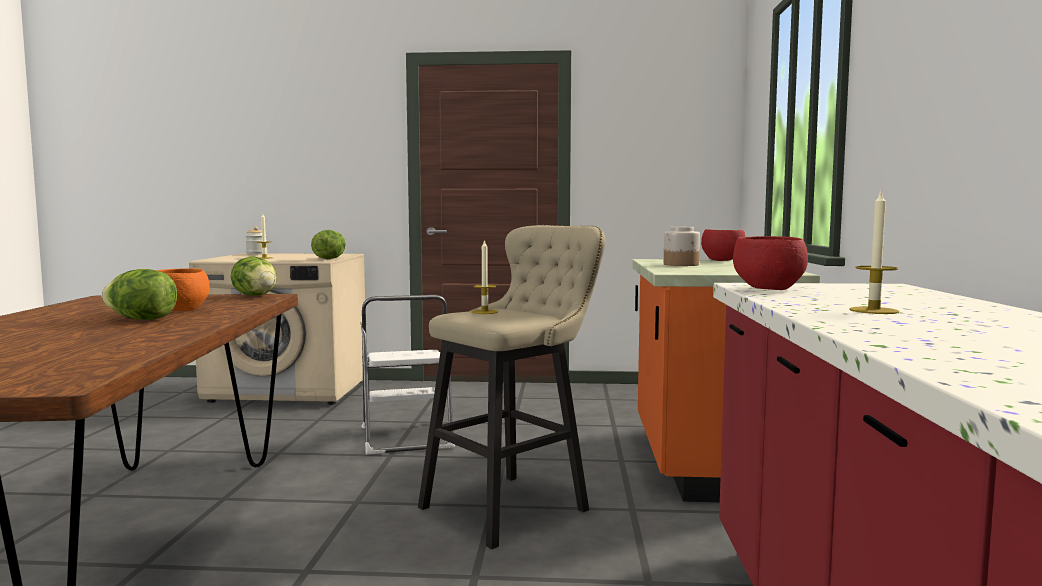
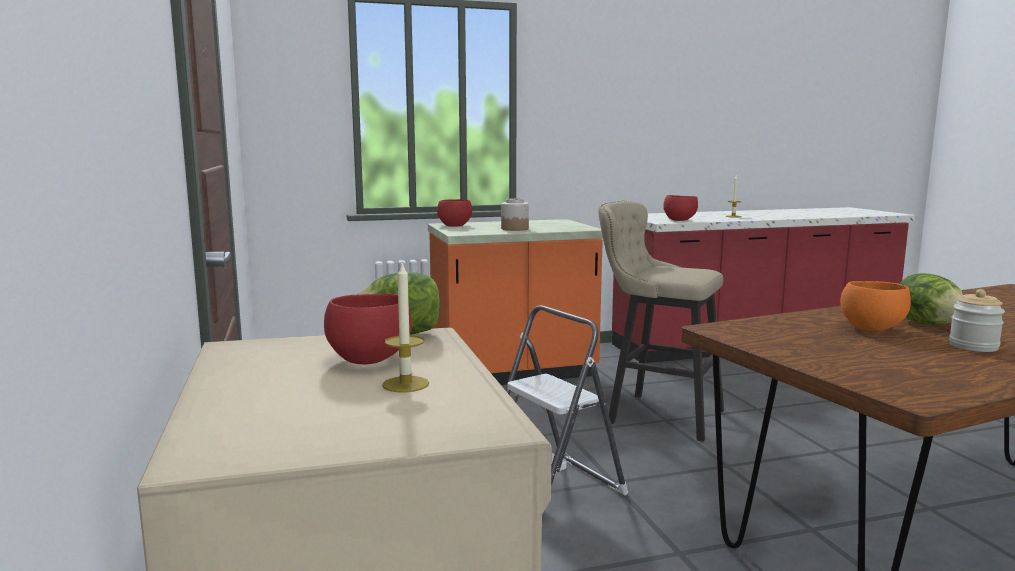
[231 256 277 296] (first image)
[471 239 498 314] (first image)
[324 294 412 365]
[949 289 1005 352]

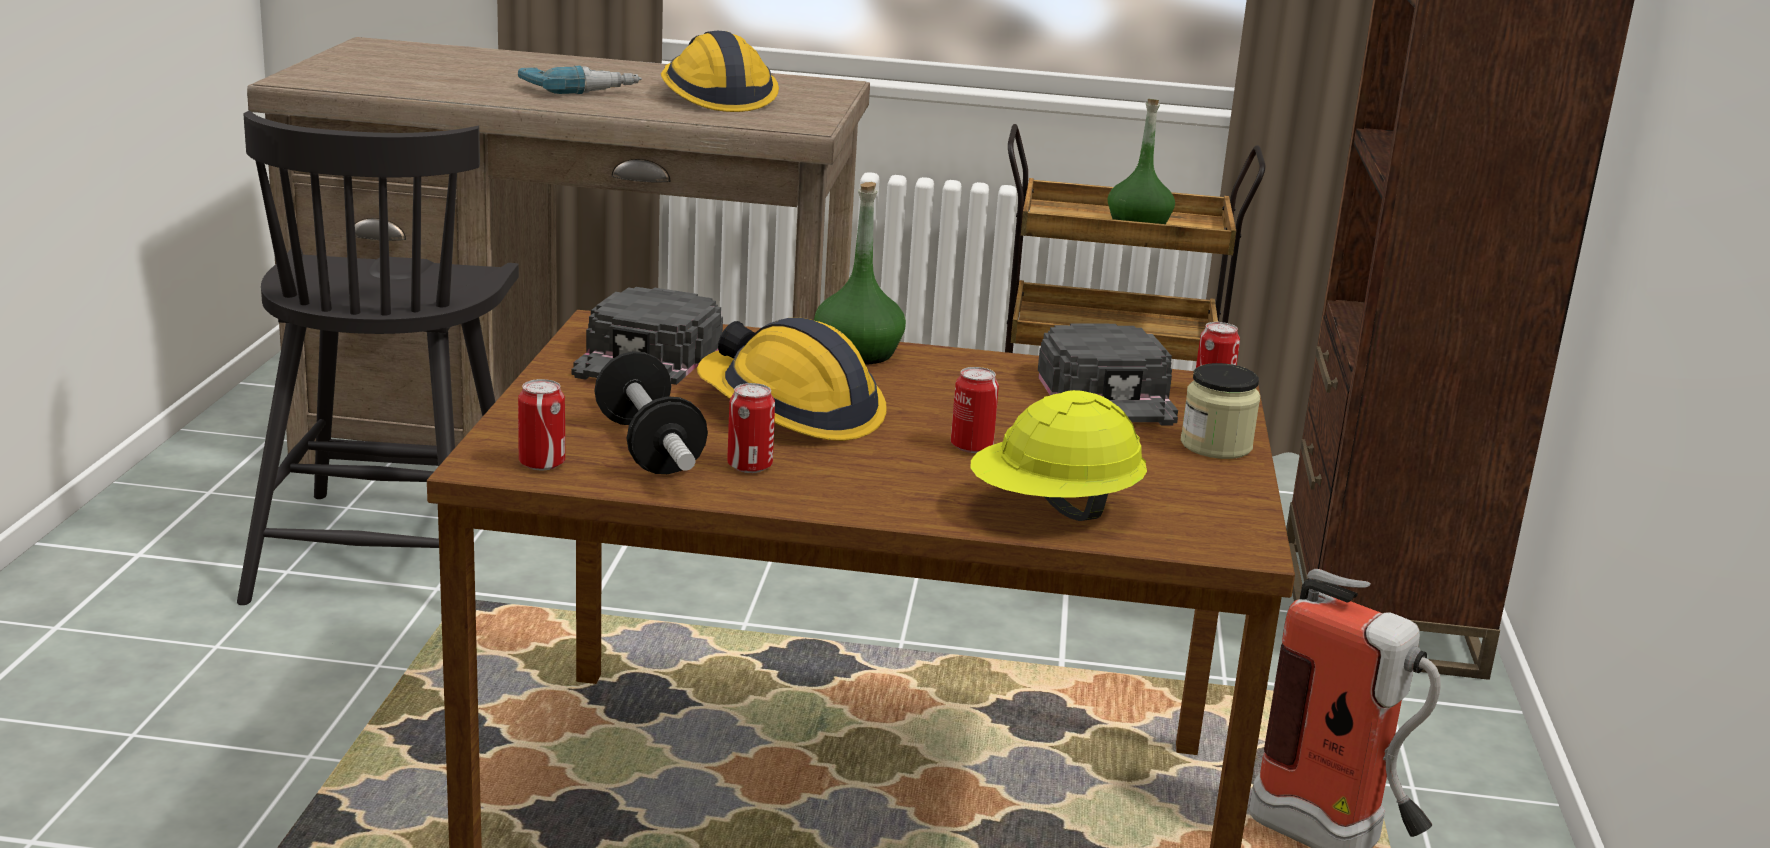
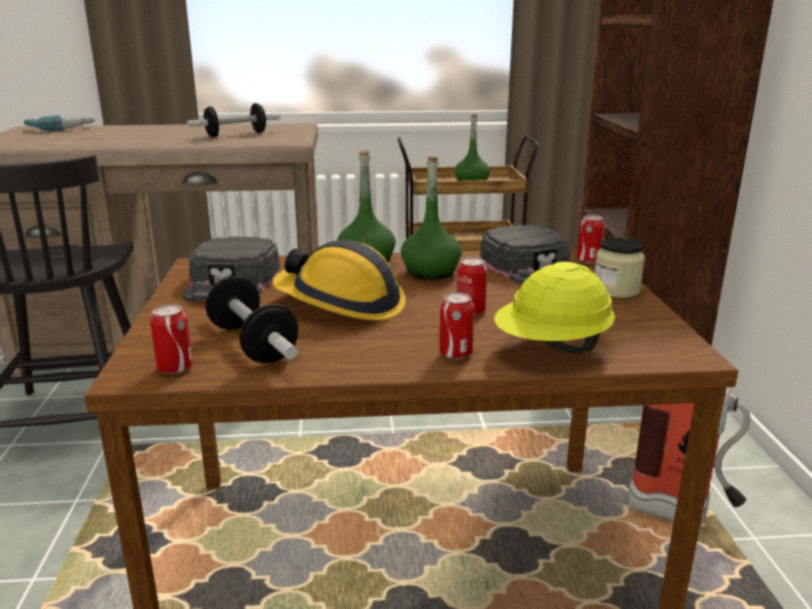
[401 156 462 280]
[24 115 96 131]
[439 293 474 359]
[187 103 281 137]

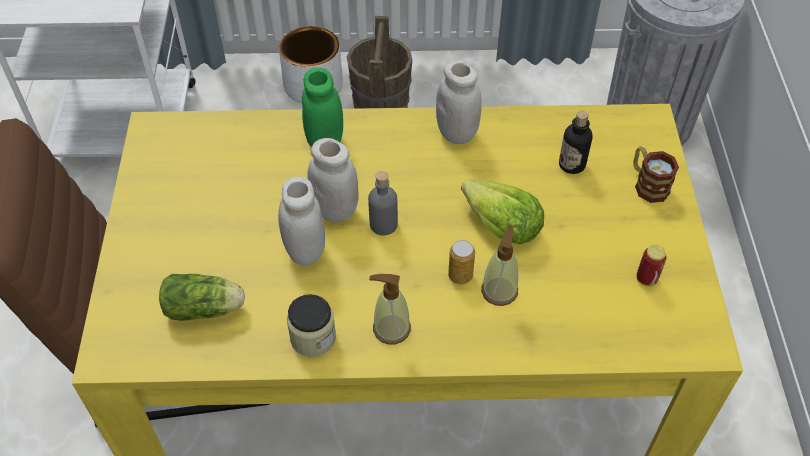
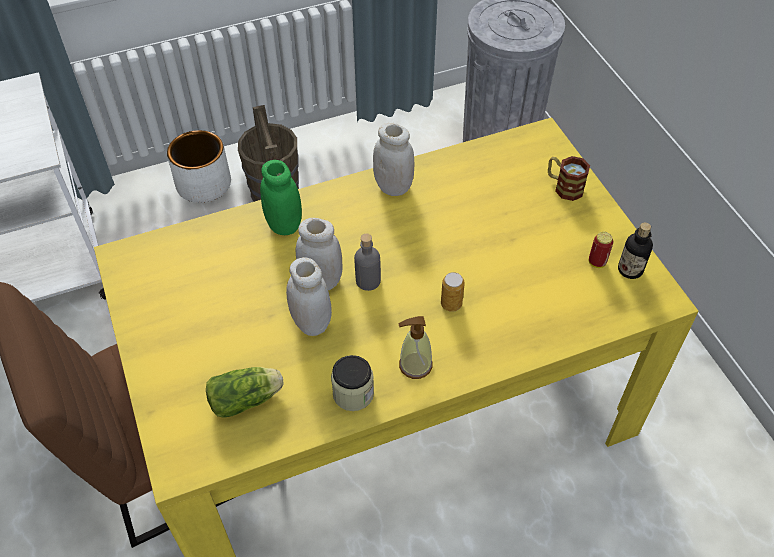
[461 179 544 244] (first image)
[481 225 518 306] (first image)
[618 223 653 279]

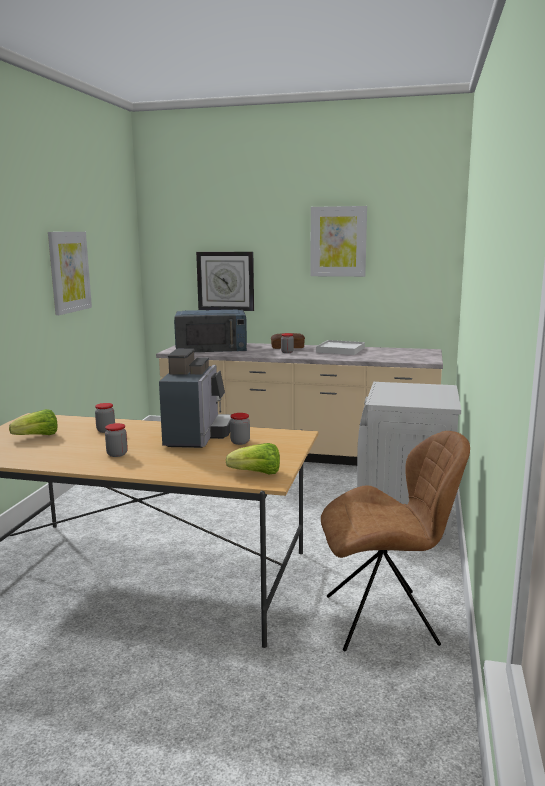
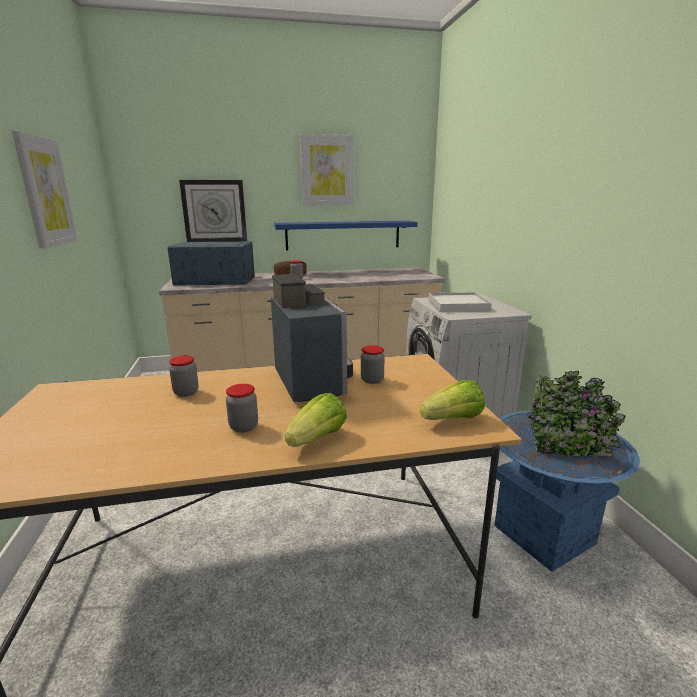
[274 221 418 250]
[285 393 347 447]
[429 292 492 312]
[494 371 640 572]
[167 242 255 285]

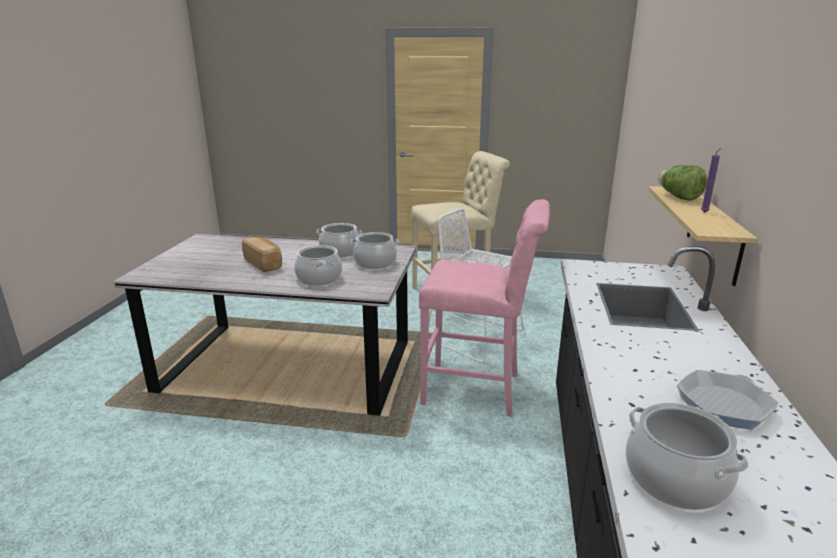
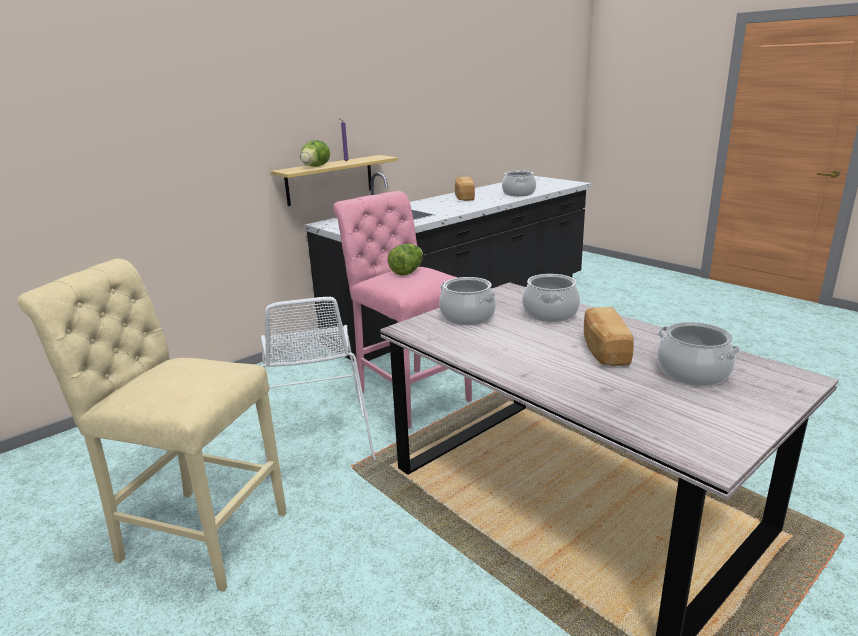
[388 244 423 276]
[657 322 741 386]
[455 177 475 201]

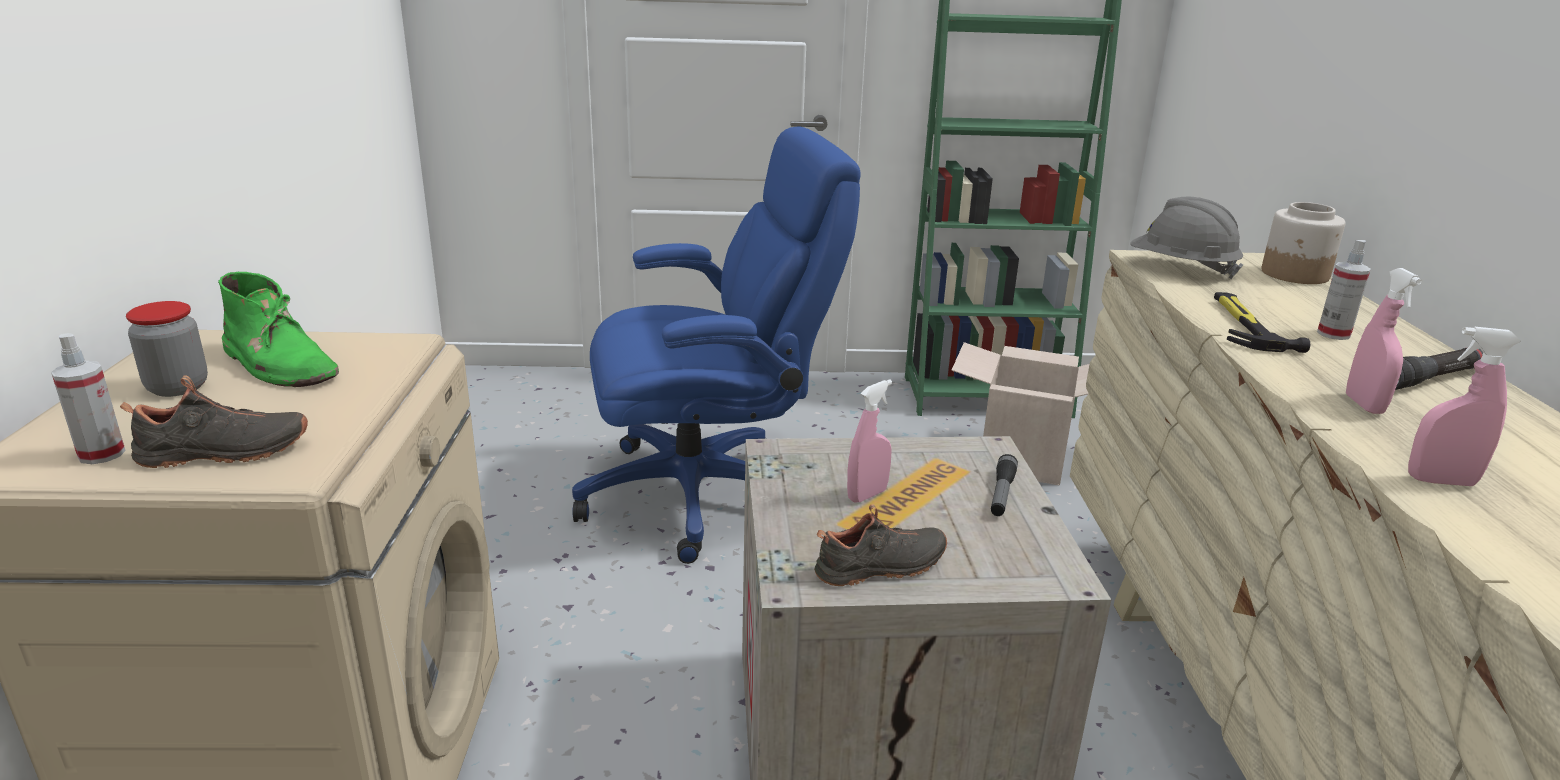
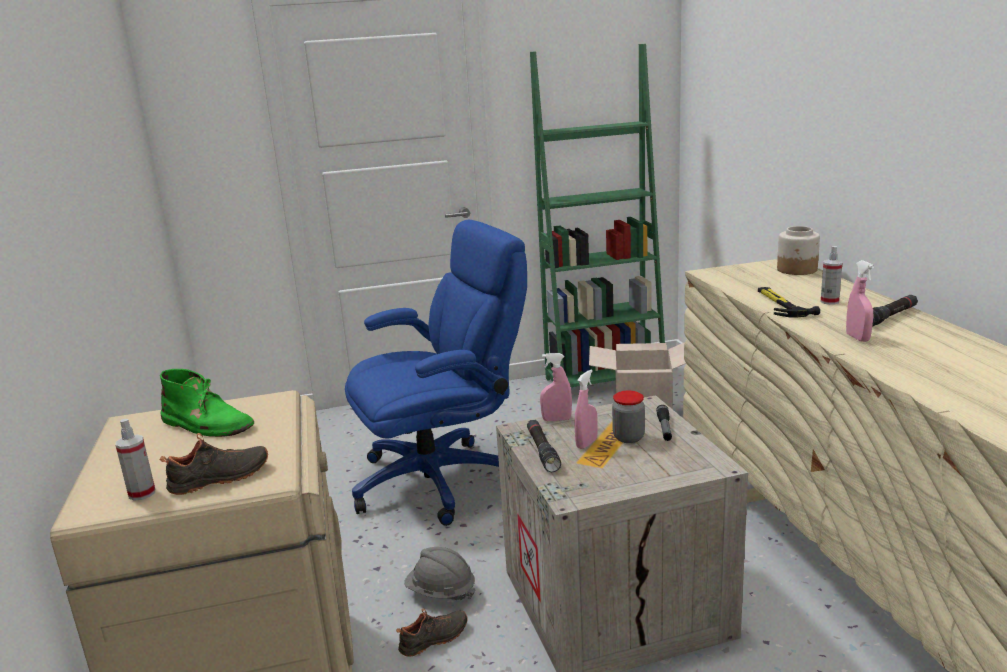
[527 420 561 472]
[612 391 645 443]
[396 608 468 656]
[404 547 476 600]
[540 353 572 421]

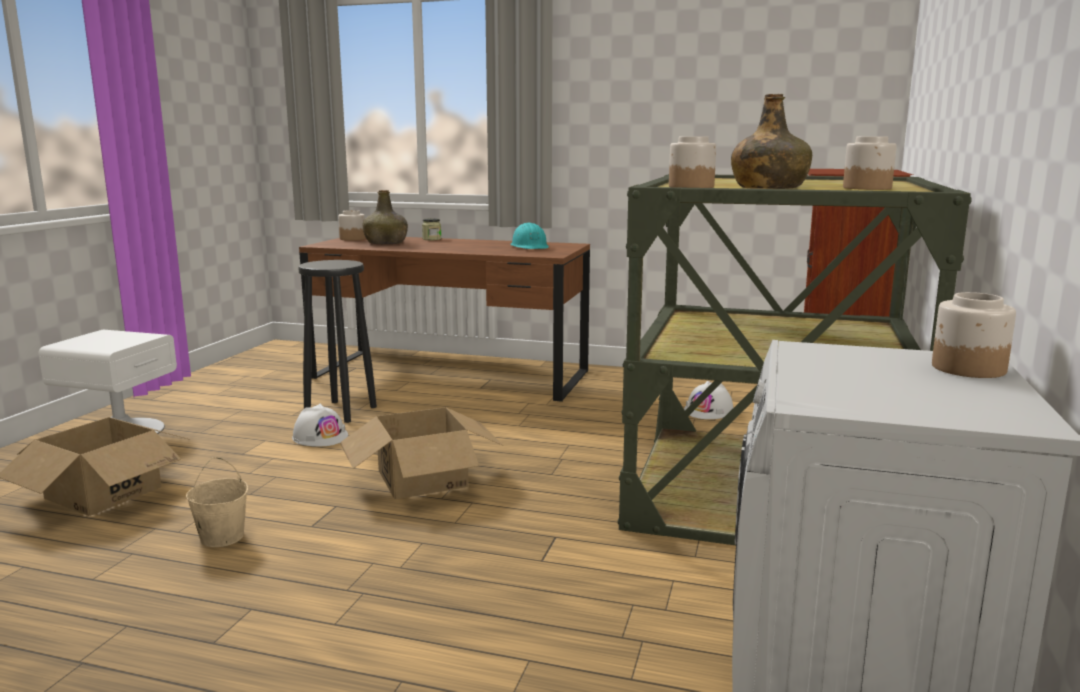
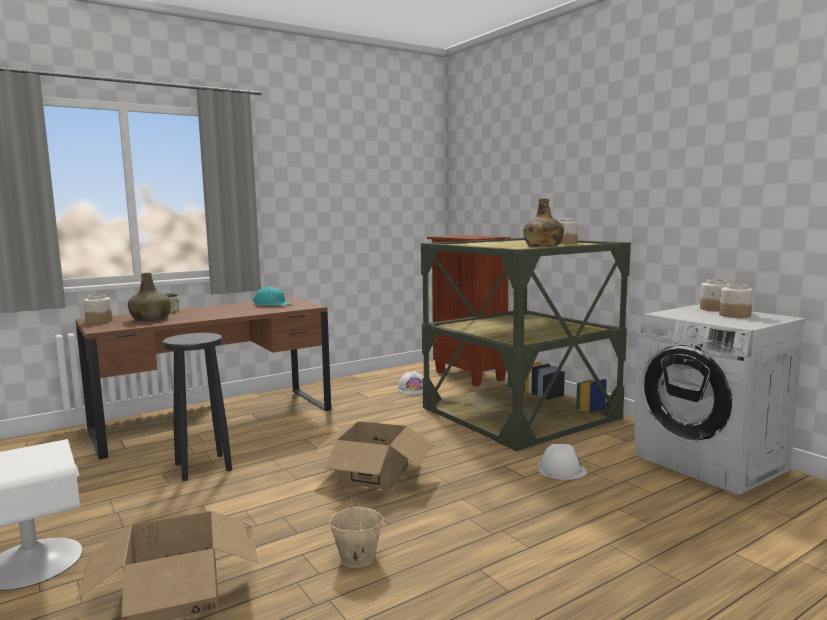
[538 444 587 480]
[719 284 753 318]

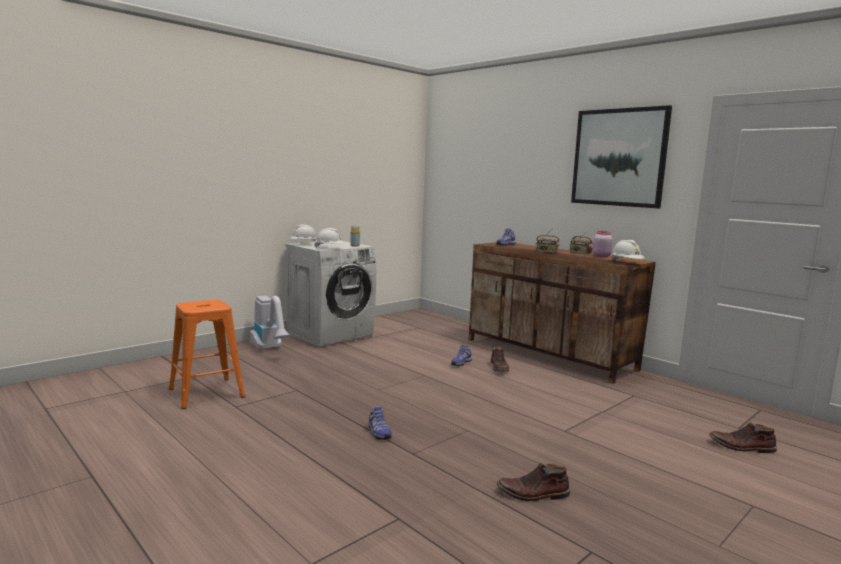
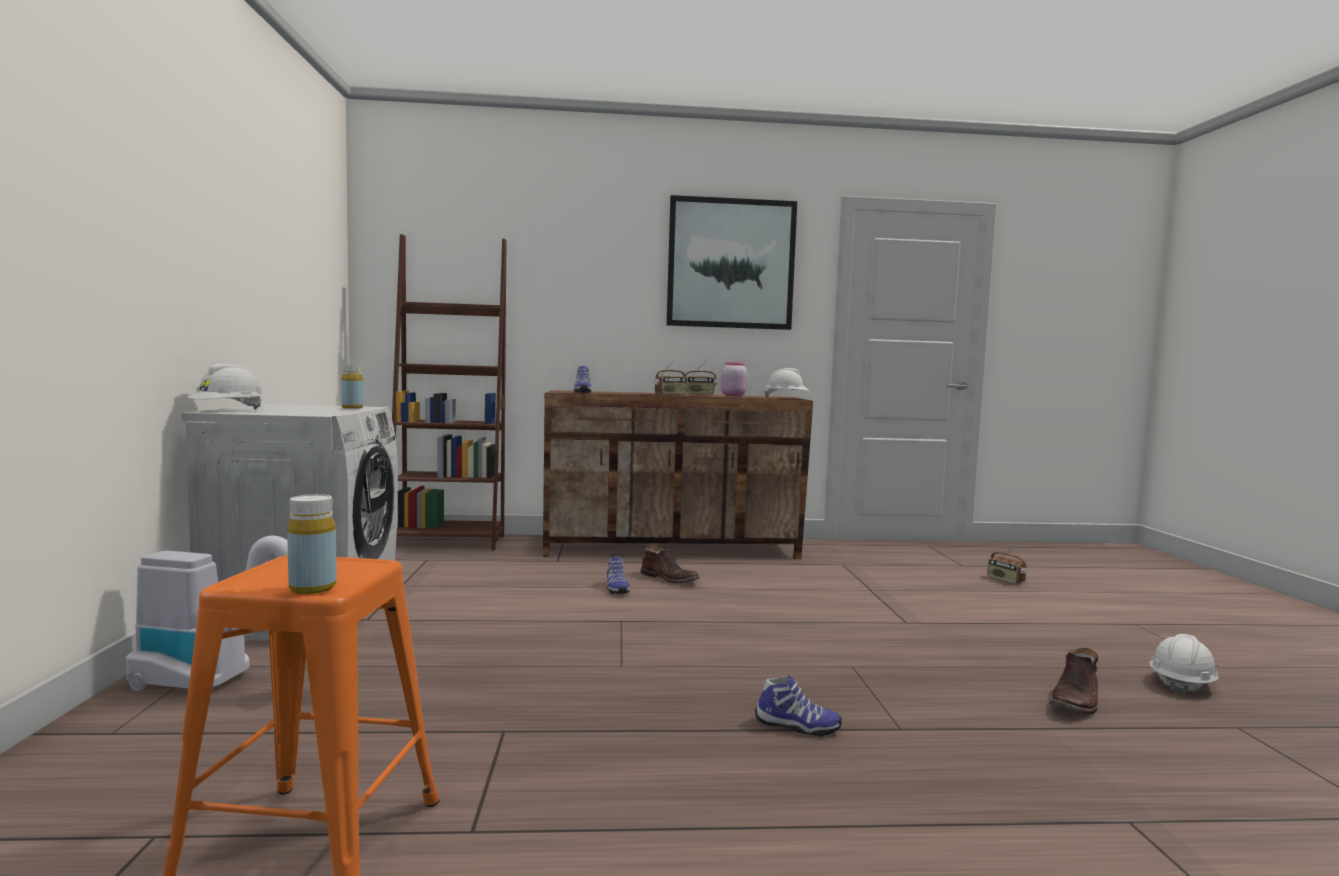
[287 494 337 594]
[392 234 507 551]
[1149 634 1218 695]
[987 544 1027 584]

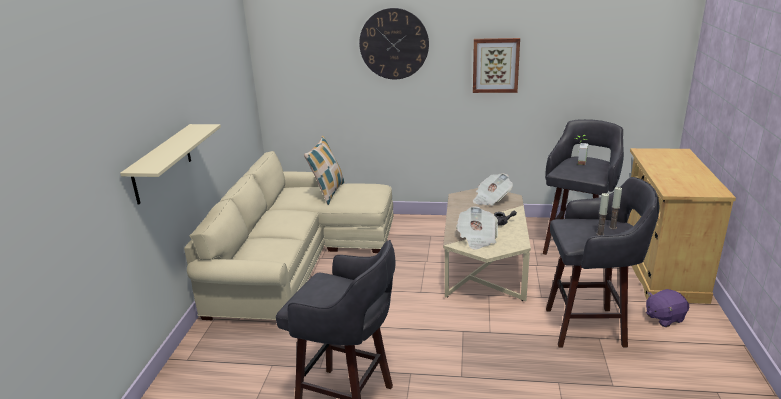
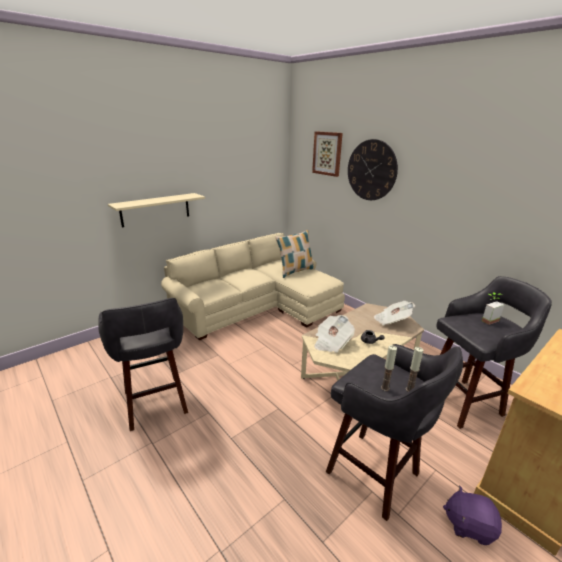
[312 131 343 177]

